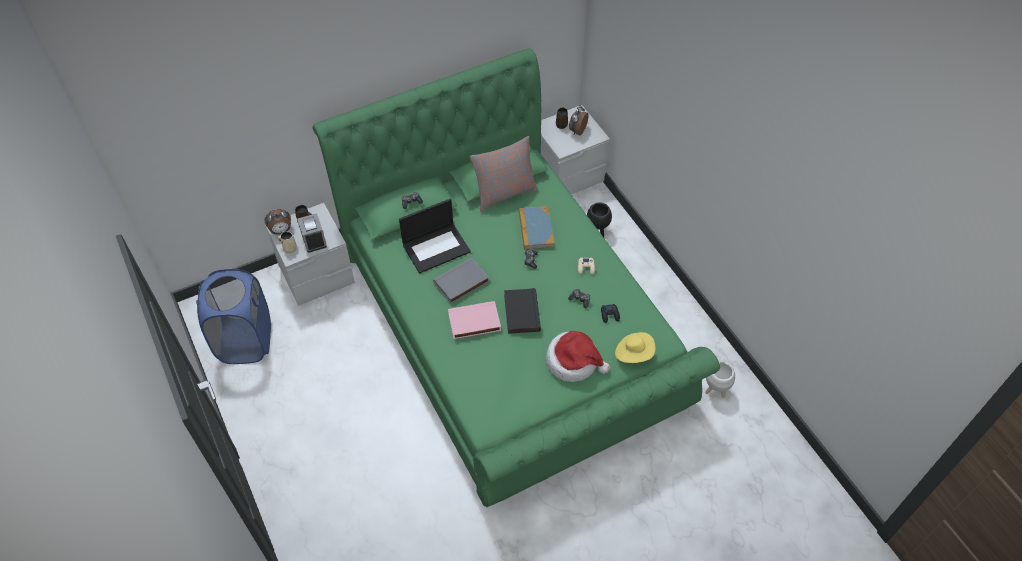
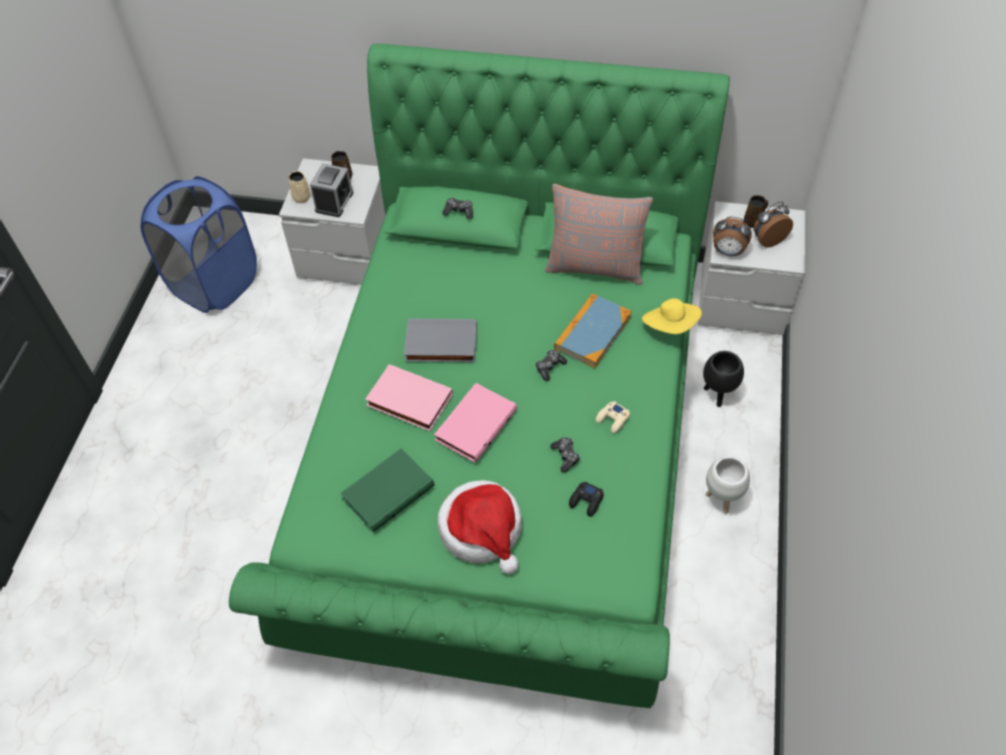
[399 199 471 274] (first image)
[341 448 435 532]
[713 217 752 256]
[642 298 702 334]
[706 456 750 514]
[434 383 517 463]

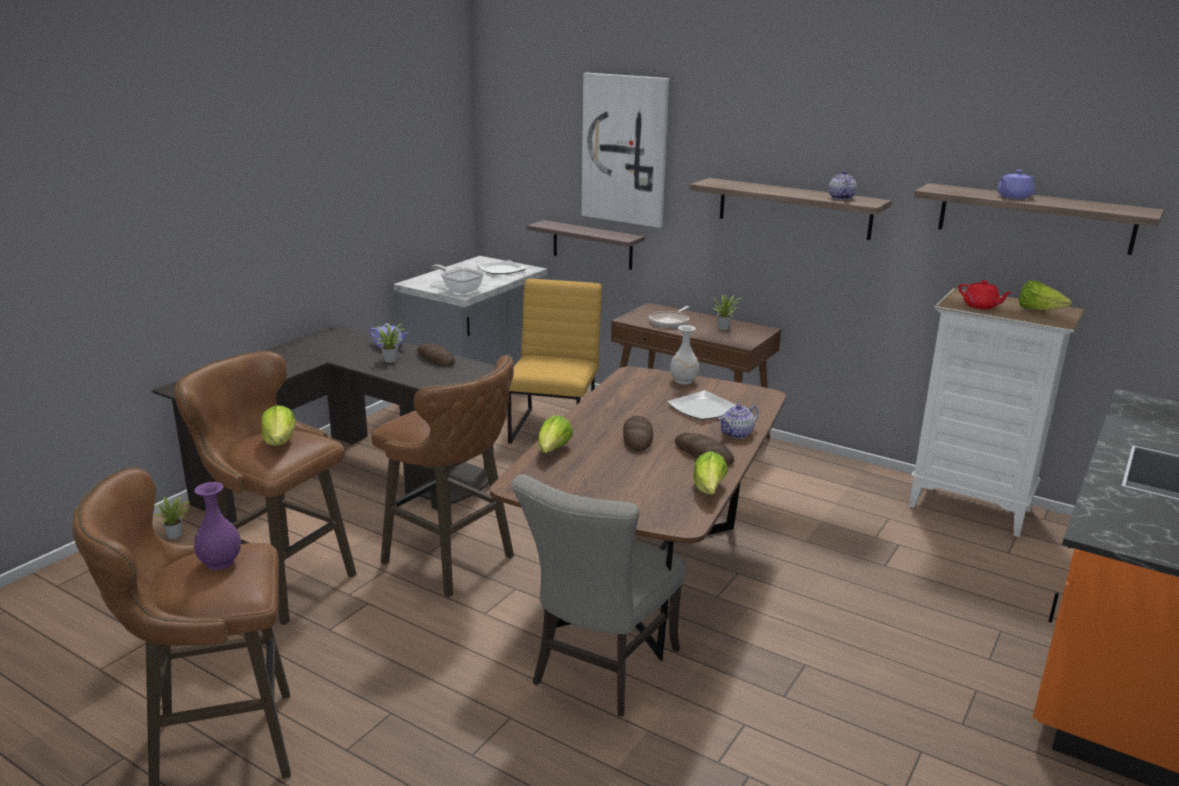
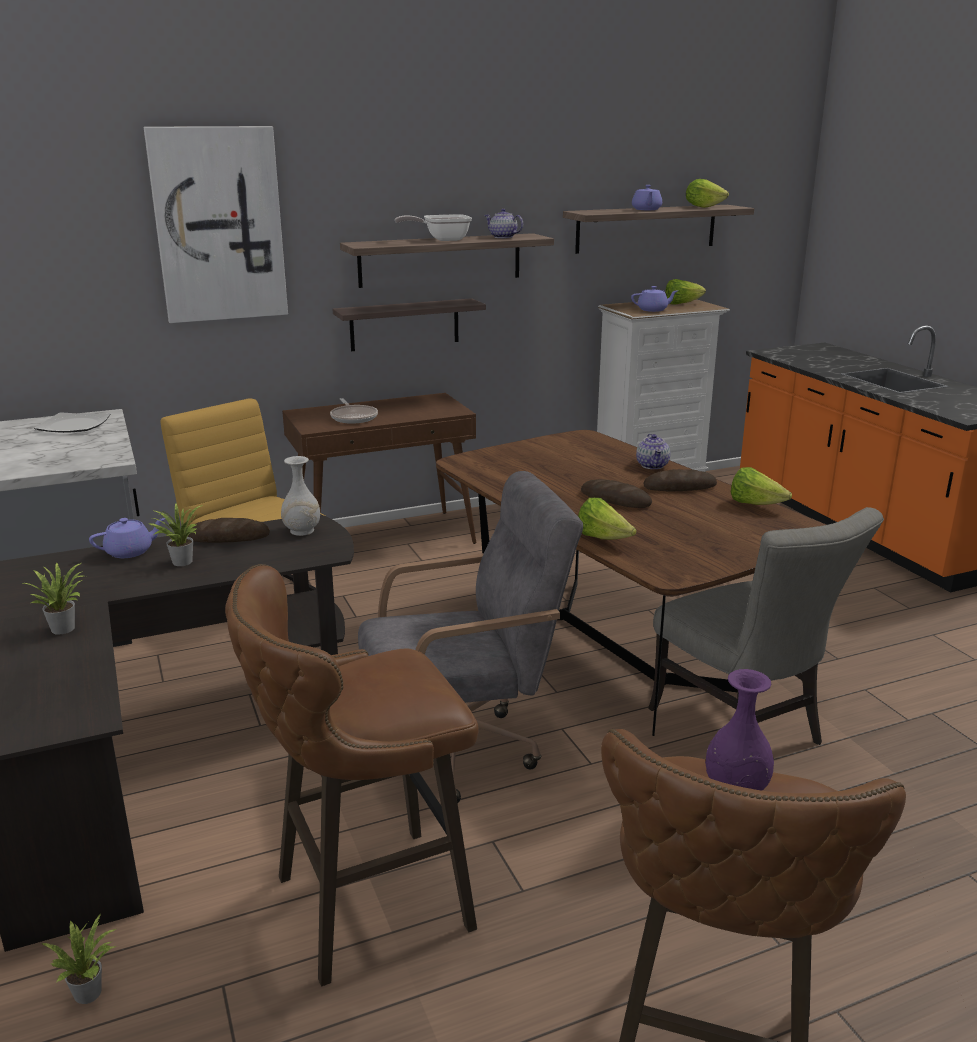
[667 390 736 420] (first image)
[686 179 729 208]
[395 214 472 241]
[333 298 486 351]
[281 456 320 536]
[23 562 83 635]
[358 471 583 803]
[631 286 677 312]

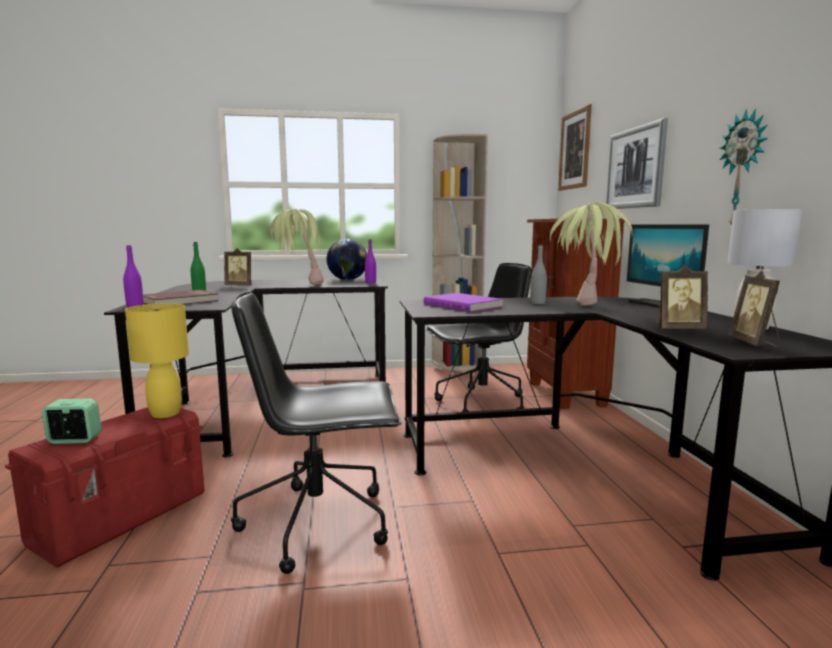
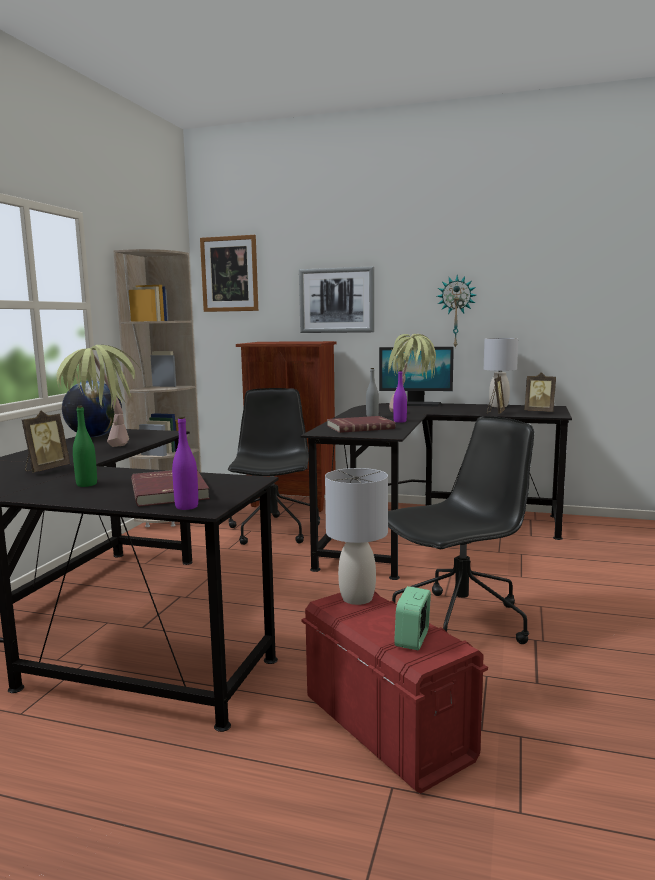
[393 370 407 423]
[325 468 388 605]
[327 416 395 433]
[388 416 534 644]

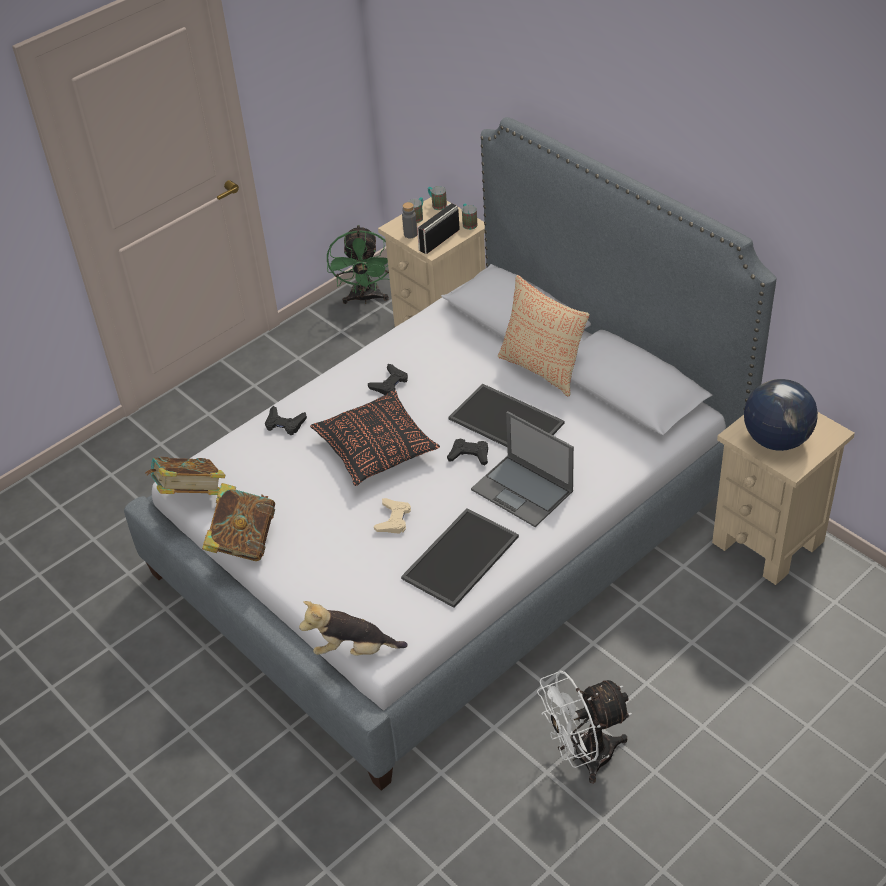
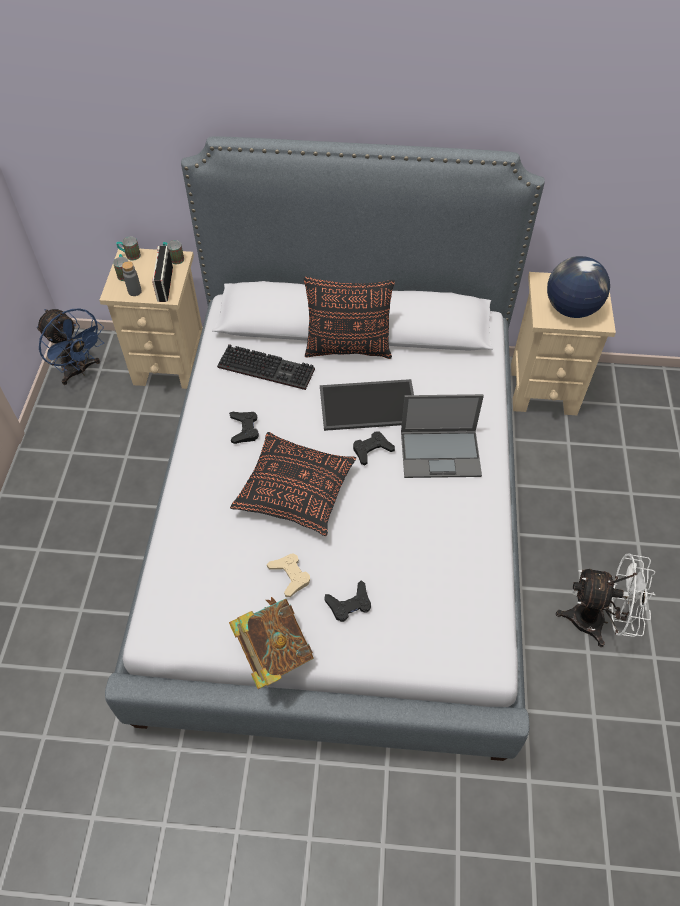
[145 457 225 495] (first image)
[299 601 408 656] (first image)
[401 508 519 608] (first image)
[217 344 315 390]
[324 580 371 622]
[267 553 310 597]
[37 309 104 385]
[304 277 395 359]
[556 553 655 647]

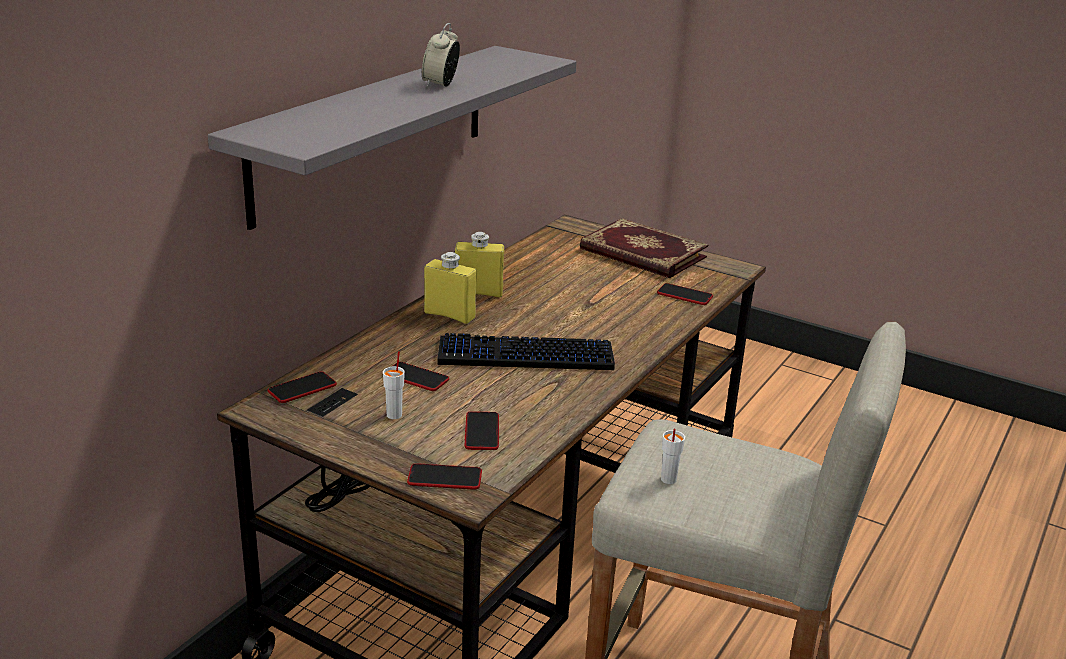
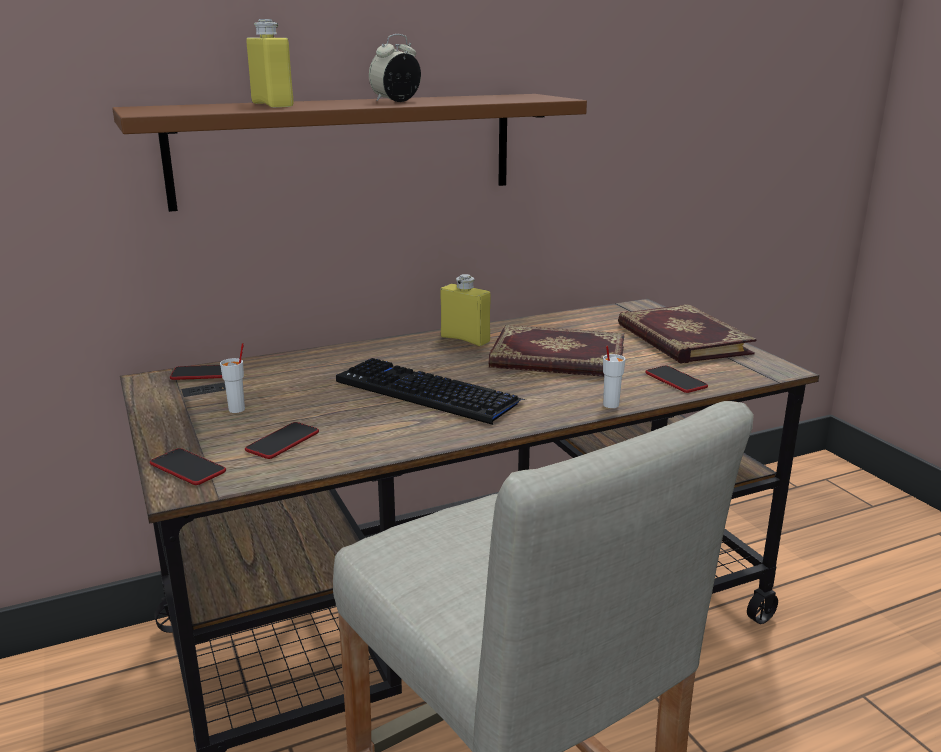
[392 362 449 391] (first image)
[489 325 625 377]
[246 19 293 108]
[603 345 626 408]
[112 94 587 212]

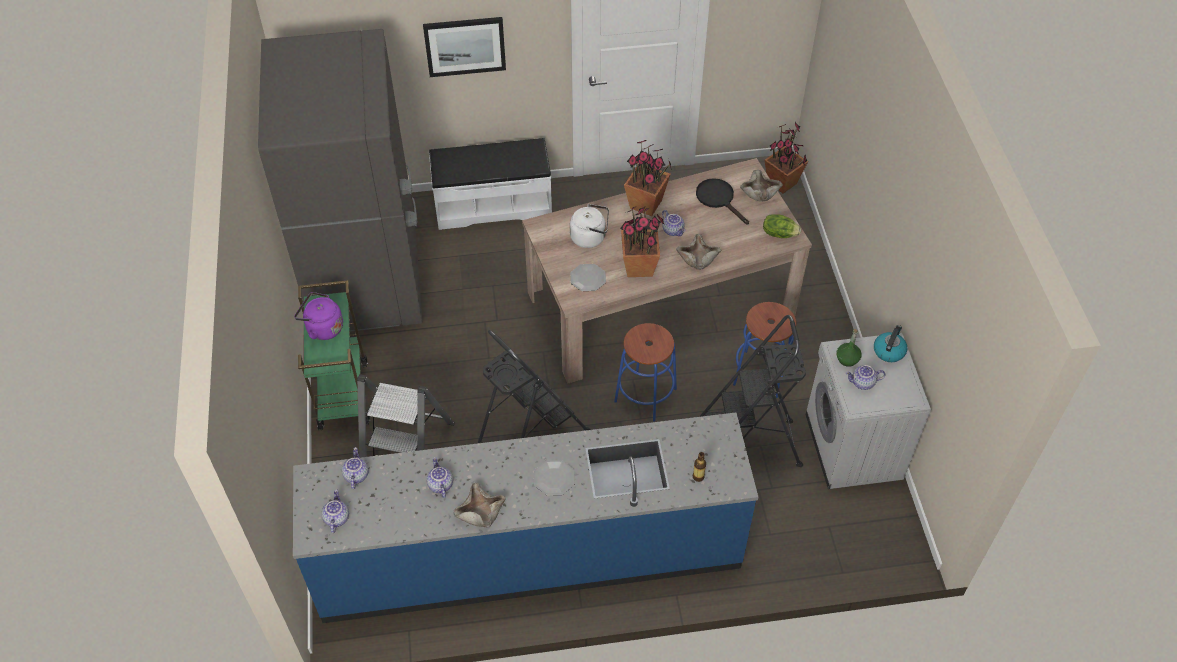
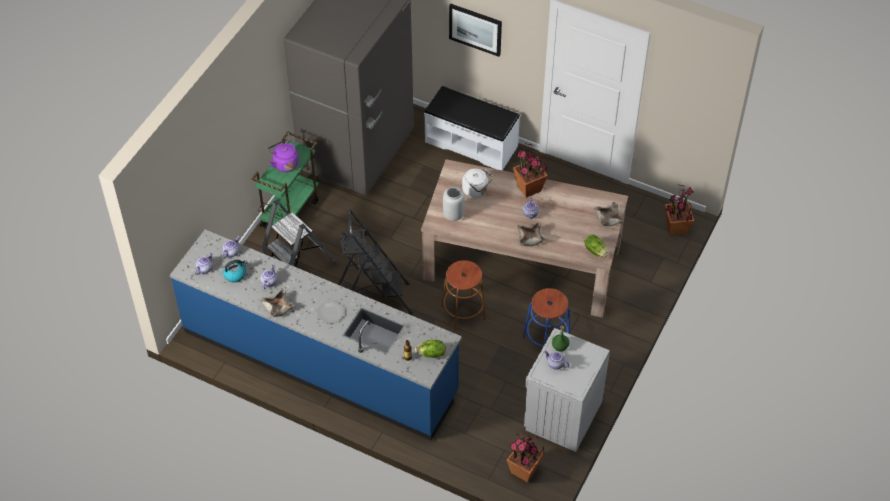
[696 178 749 224] (first image)
[699 315 806 467] (first image)
[415 340 446 358]
[506 433 544 482]
[223 260 248 282]
[443 187 465 221]
[441 260 486 331]

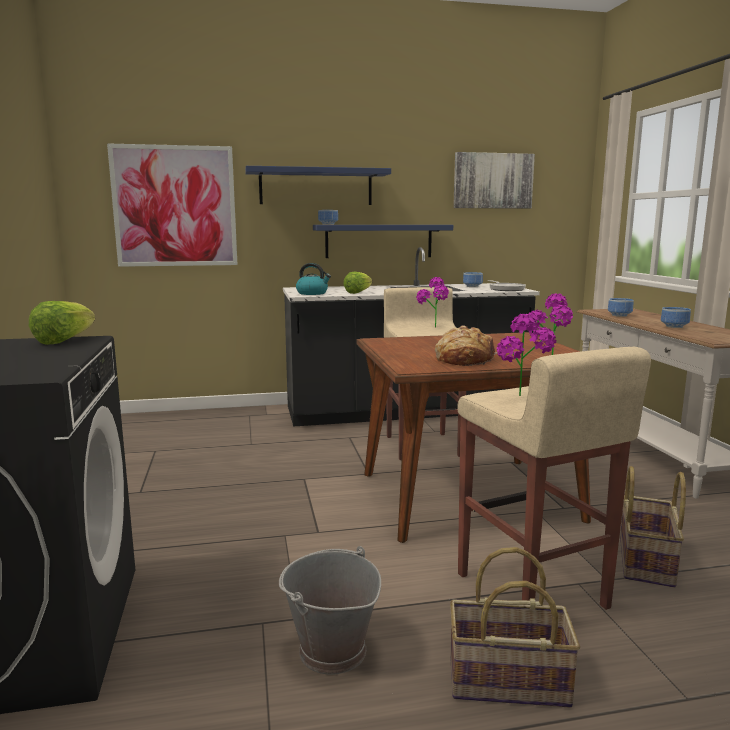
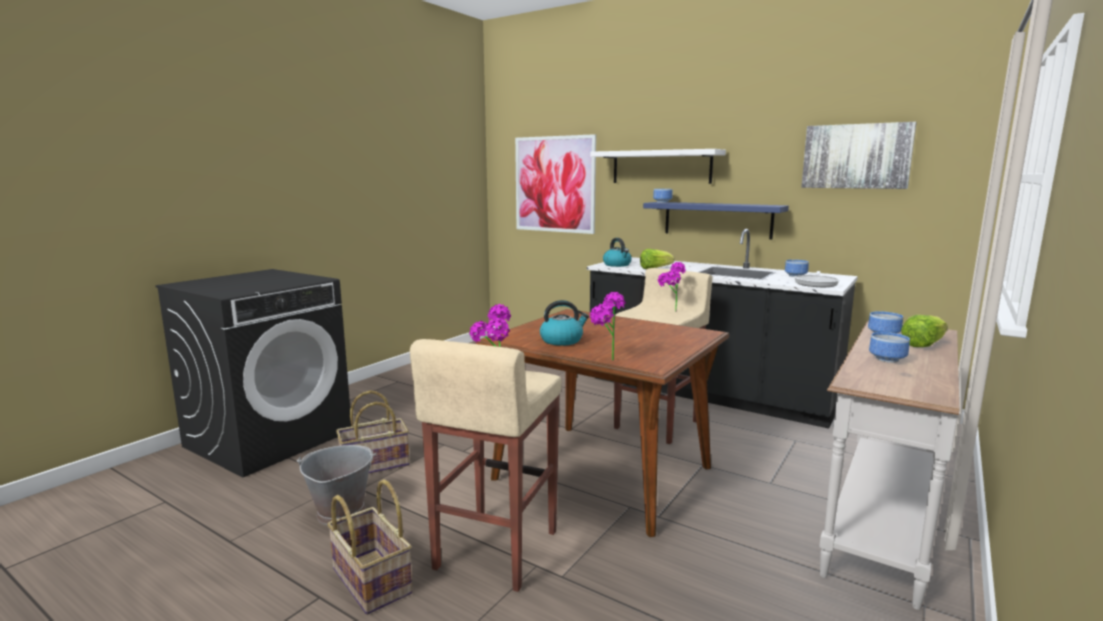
[901 315 948 347]
[336 390 410 474]
[540 300 589 346]
[590 149 726 184]

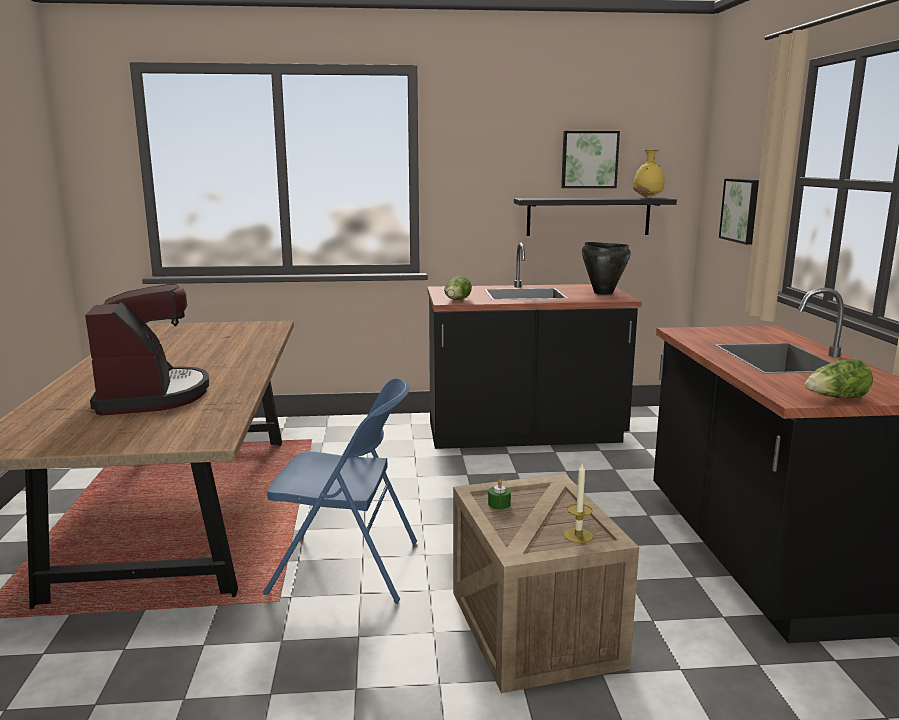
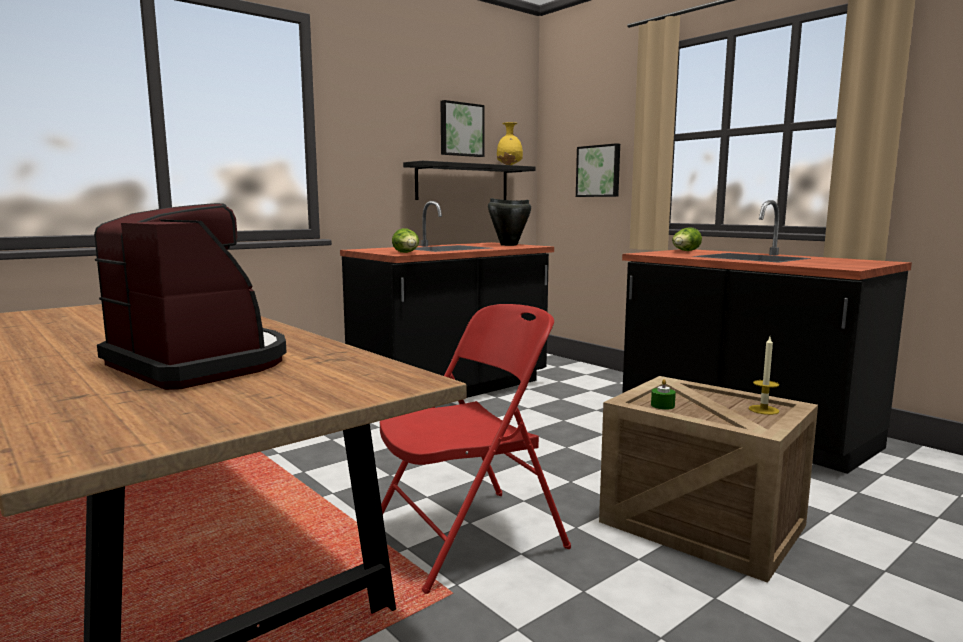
[672 227 702 251]
[380 304 571 594]

